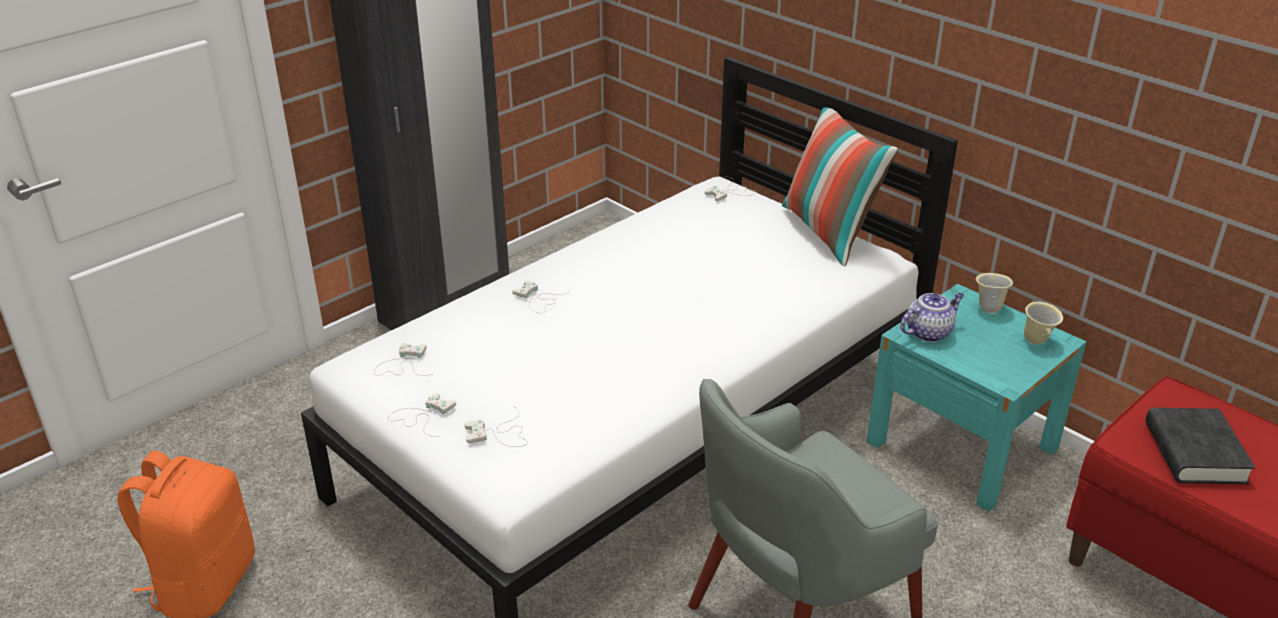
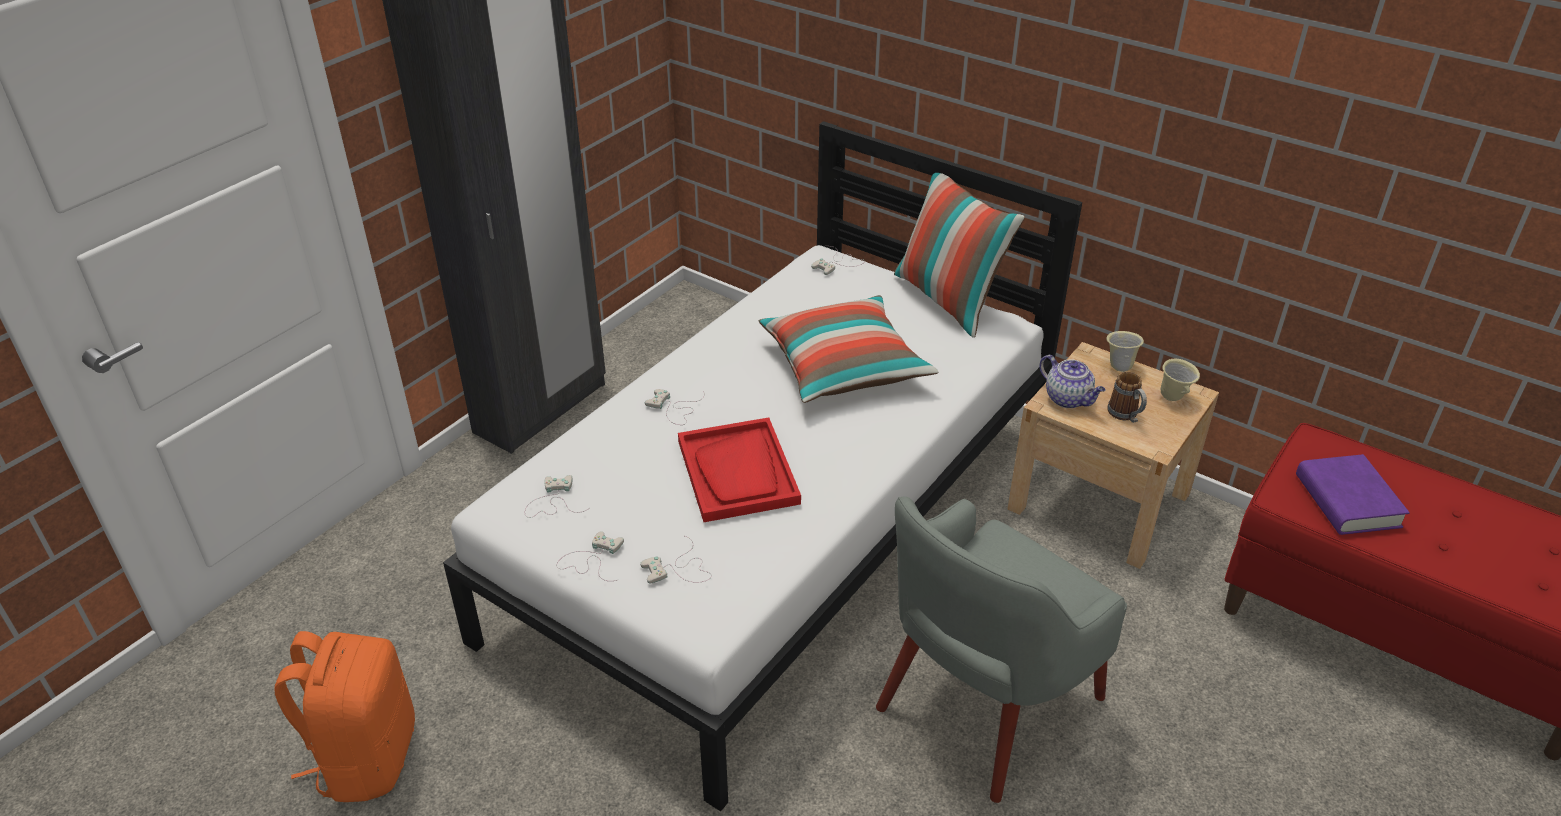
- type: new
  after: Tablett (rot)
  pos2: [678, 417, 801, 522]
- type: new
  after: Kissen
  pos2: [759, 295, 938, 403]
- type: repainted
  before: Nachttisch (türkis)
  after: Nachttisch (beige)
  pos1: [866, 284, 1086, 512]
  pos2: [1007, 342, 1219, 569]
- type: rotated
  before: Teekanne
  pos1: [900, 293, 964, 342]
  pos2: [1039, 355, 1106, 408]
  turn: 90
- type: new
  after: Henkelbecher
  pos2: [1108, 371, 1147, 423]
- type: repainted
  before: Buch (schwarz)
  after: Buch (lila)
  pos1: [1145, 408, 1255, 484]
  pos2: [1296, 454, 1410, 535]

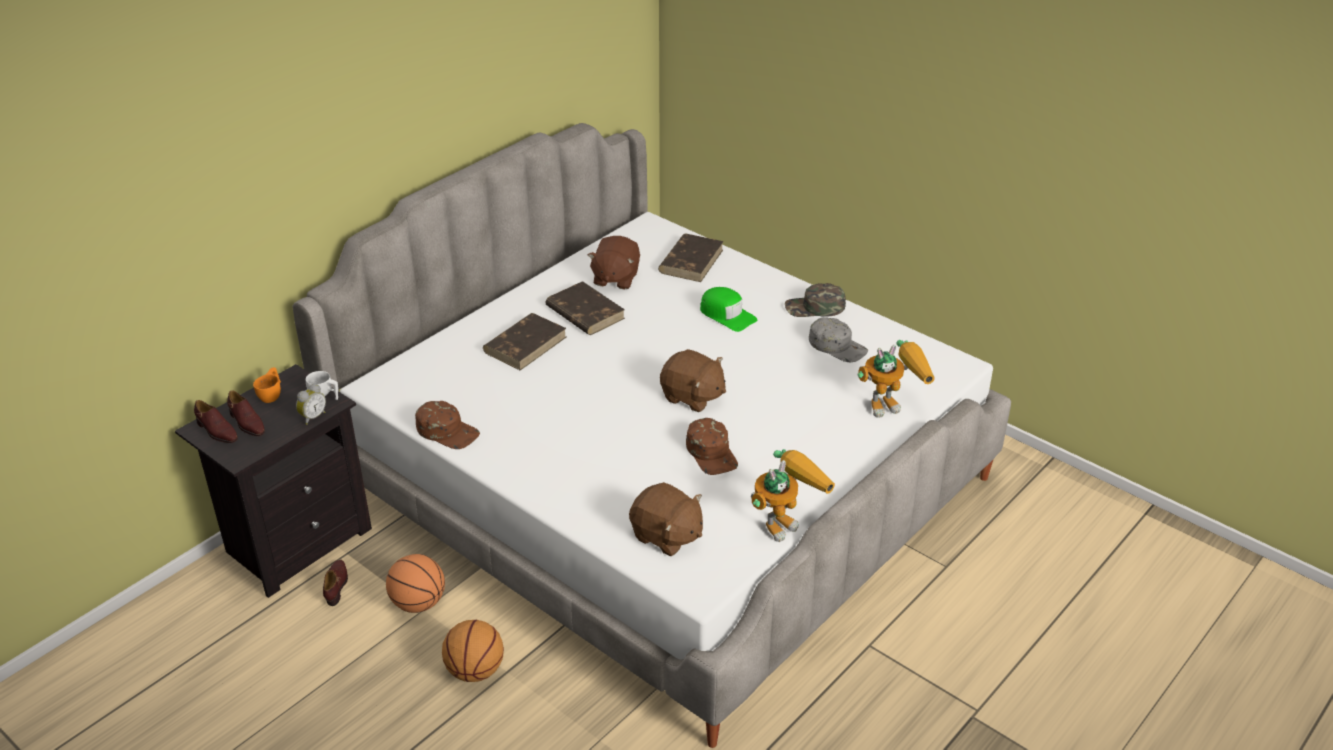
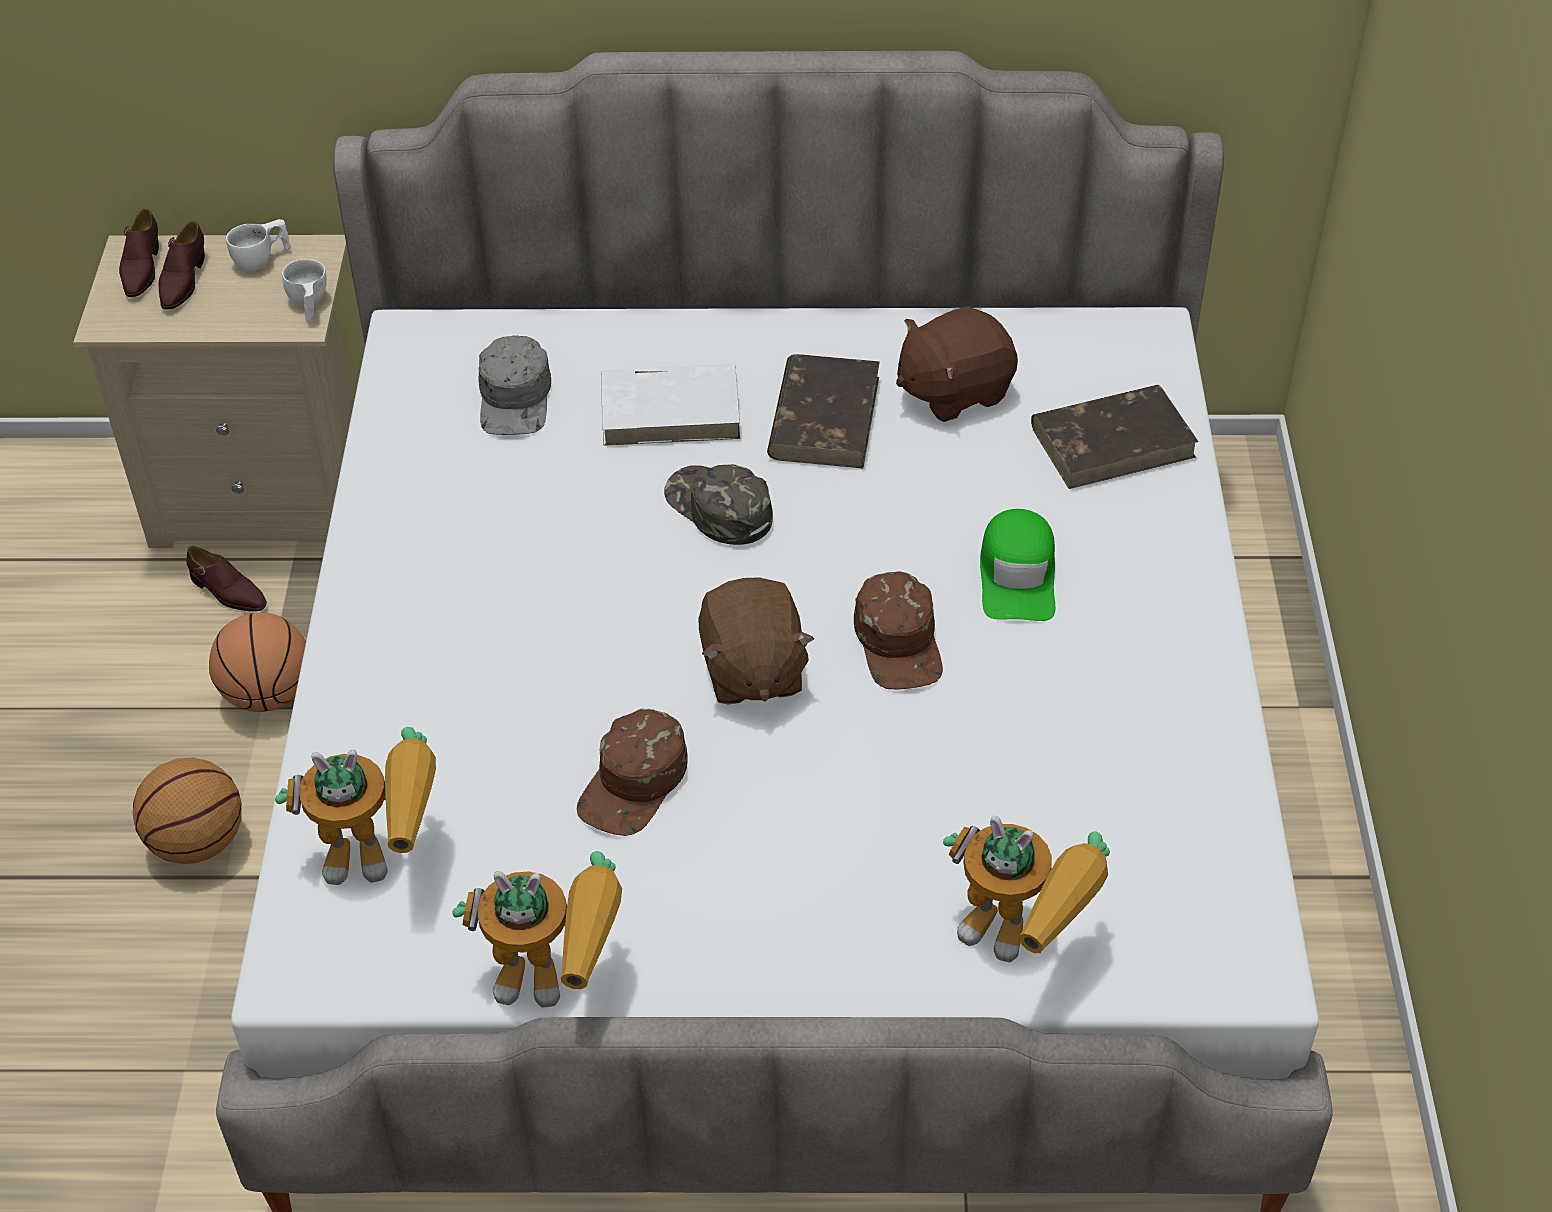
- type: repainted
  before: Nachttisch (schwarz)
  after: Nachttisch (beige)
  pos1: [175, 364, 372, 598]
  pos2: [73, 235, 354, 548]
- type: rotated
  before: Schuh (braun)
  pos1: [323, 560, 348, 606]
  pos2: [186, 546, 267, 612]
  turn: 75
- type: repainted
  before: Tasse (orange)
  after: Tasse (weiß)
  pos1: [253, 367, 281, 403]
  pos2: [226, 219, 291, 271]
- type: swapped
  before: Plüschtier (braun)
  after: Spielzeugroboter
  pos1: [629, 482, 703, 556]
  pos2: [275, 727, 436, 885]
- type: shifted
  before: Kappe (grau)
  pos1: [809, 317, 868, 362]
  pos2: [478, 335, 551, 435]
- type: repainted
  before: Buch (braun)
  after: Buch (weiß)
  pos1: [483, 313, 566, 370]
  pos2: [601, 364, 740, 446]
- type: shifted
  before: Kappe (grün)
  pos1: [785, 283, 846, 317]
  pos2: [664, 464, 773, 545]
- type: shifted
  before: Kappe (braun)
  pos1: [415, 401, 480, 449]
  pos2: [854, 571, 943, 690]
- type: gone
  before: Wecker
  pos1: [296, 383, 326, 425]

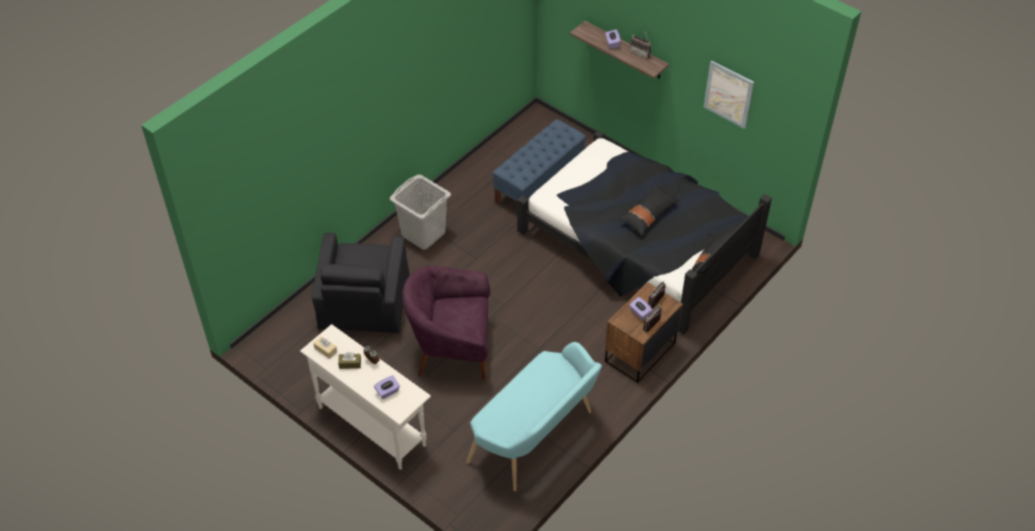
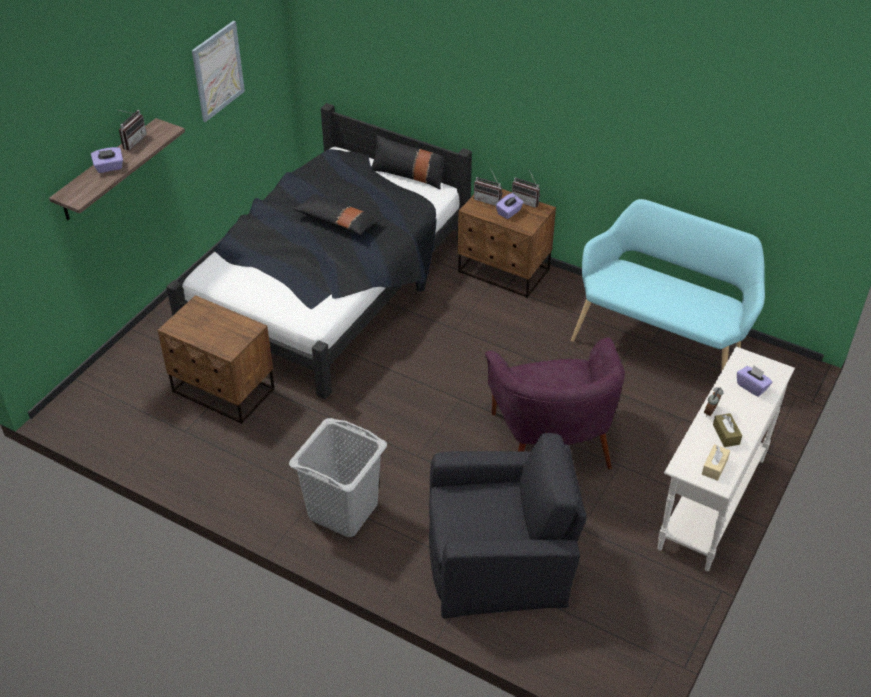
- type: swapped
  before: Bank (blau)
  after: Nachttisch (braun)
  pos1: [492, 119, 586, 204]
  pos2: [157, 295, 275, 424]

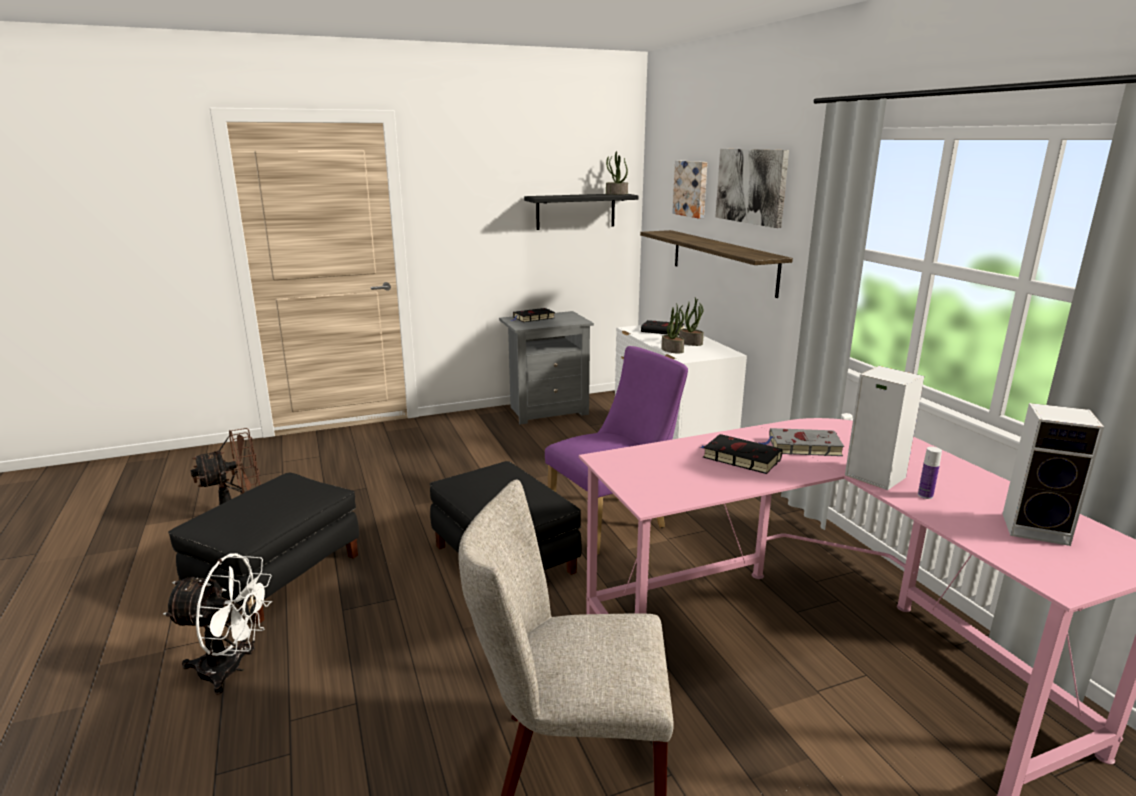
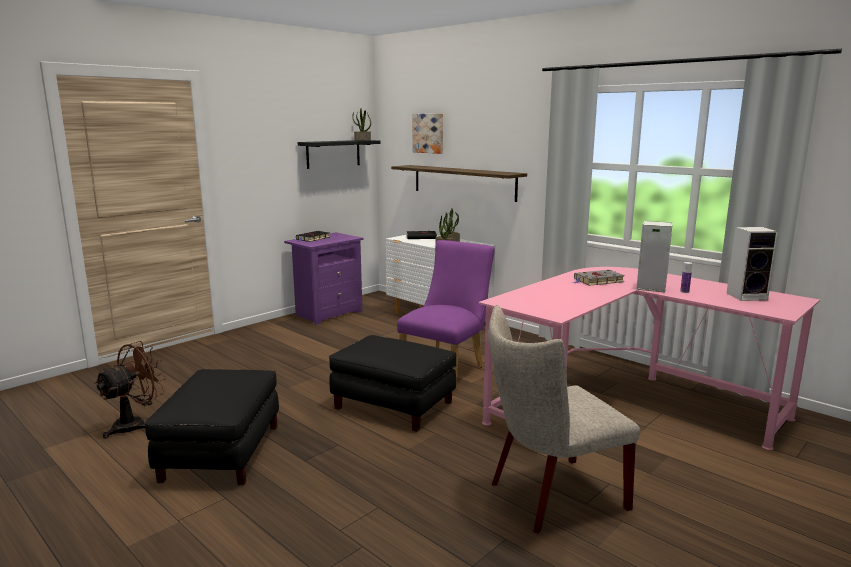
- type: repainted
  before: Nachttisch (grau)
  after: Nachttisch (lila)
  pos1: [499, 311, 594, 425]
  pos2: [284, 232, 364, 325]
- type: gone
  before: Ventilator (weiß)
  pos1: [163, 553, 272, 695]
- type: gone
  before: Buch (schwarz)
  pos1: [699, 434, 783, 474]
- type: gone
  before: Bild
  pos1: [716, 149, 789, 228]

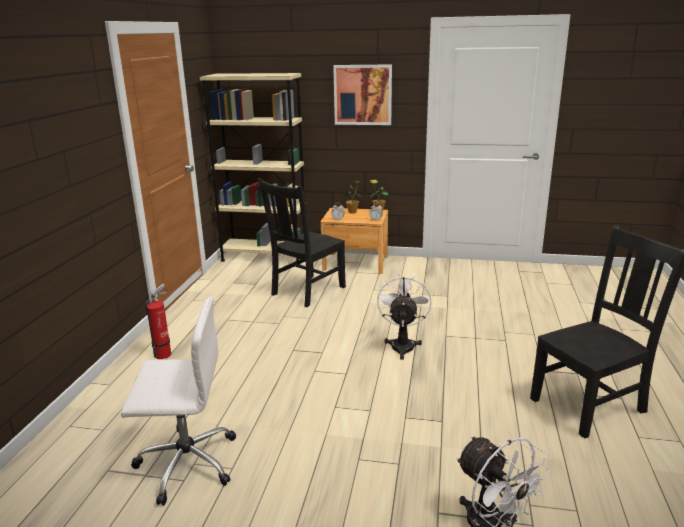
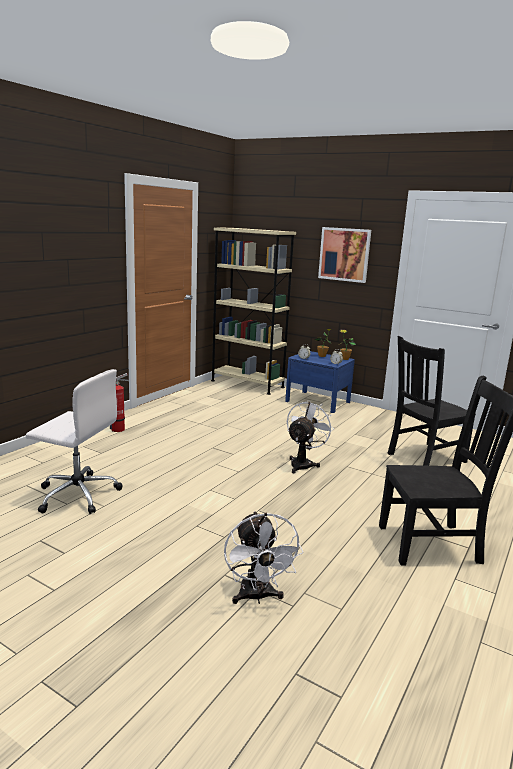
- type: repainted
  before: Nachttisch (braun)
  after: Nachttisch (blau)
  pos1: [321, 208, 388, 274]
  pos2: [285, 351, 355, 413]
- type: shifted
  before: Stuhl (schwarz)
  pos1: [258, 178, 346, 307]
  pos2: [387, 336, 476, 466]

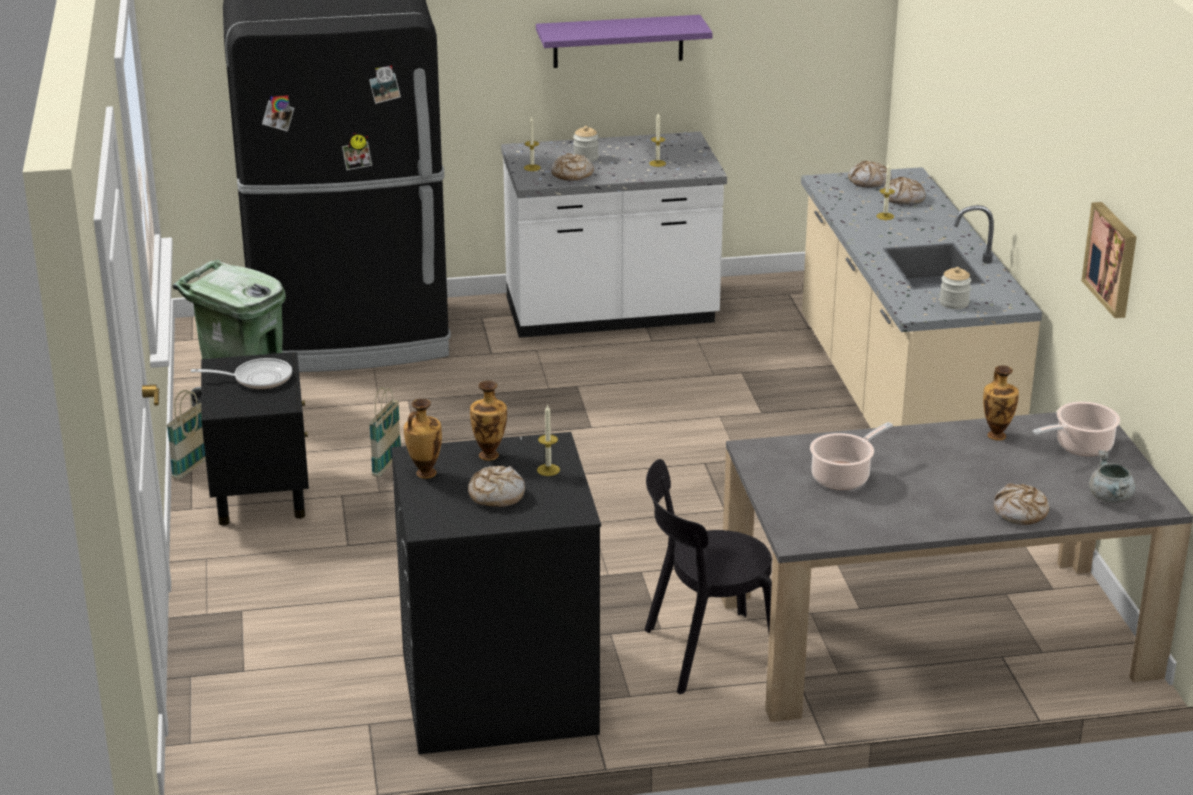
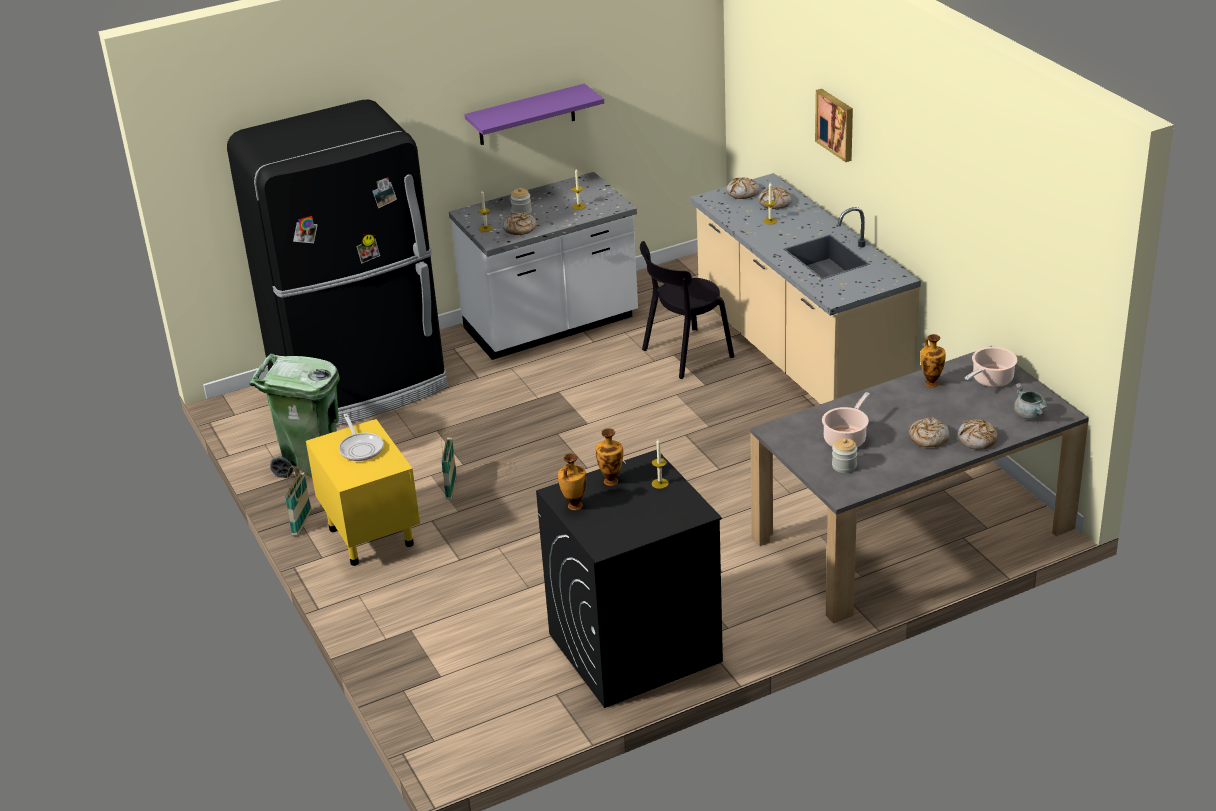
- type: repainted
  before: Nachttisch (schwarz)
  after: Nachttisch (gelb)
  pos1: [201, 352, 309, 526]
  pos2: [306, 419, 420, 566]
- type: rotated
  before: Pfanne
  pos1: [191, 358, 292, 389]
  pos2: [339, 414, 384, 461]
  turn: 90
- type: shifted
  before: Stuhl (schwarz)
  pos1: [645, 459, 772, 694]
  pos2: [640, 241, 734, 379]
- type: shifted
  before: Bild
  pos1: [1082, 202, 1137, 318]
  pos2: [815, 89, 853, 162]
- type: shifted
  before: Vorratsglas
  pos1: [940, 267, 971, 309]
  pos2: [832, 438, 857, 473]
- type: shifted
  before: Brot
  pos1: [468, 466, 525, 507]
  pos2: [909, 417, 949, 447]

